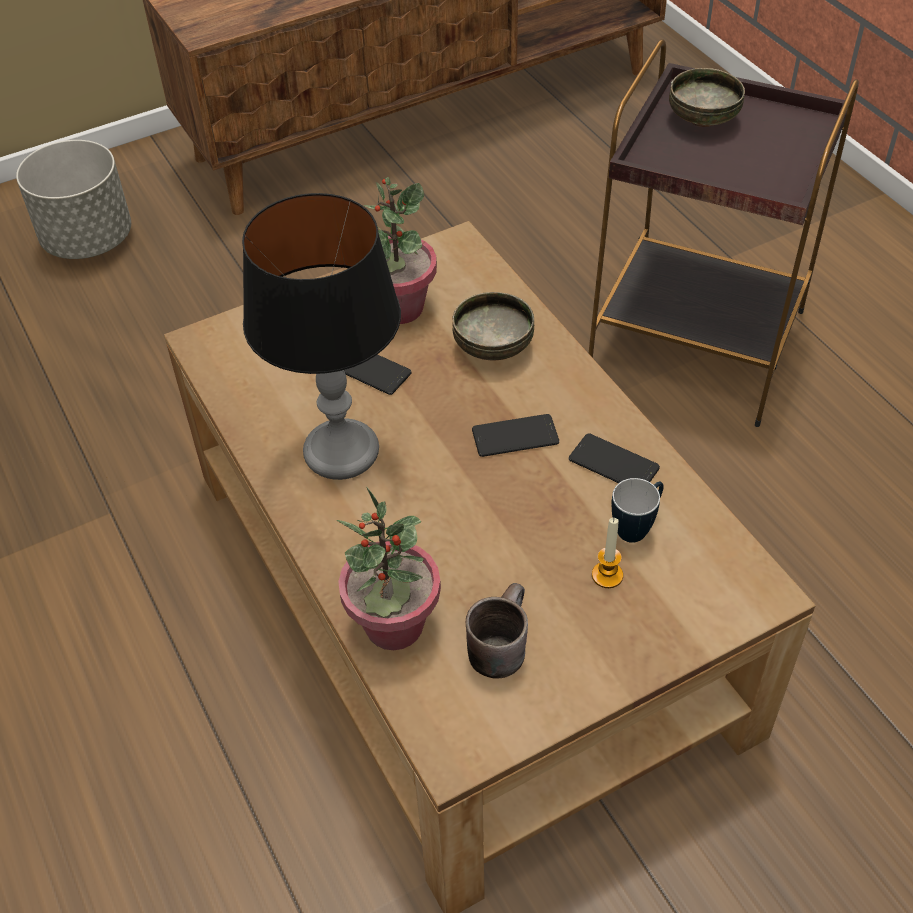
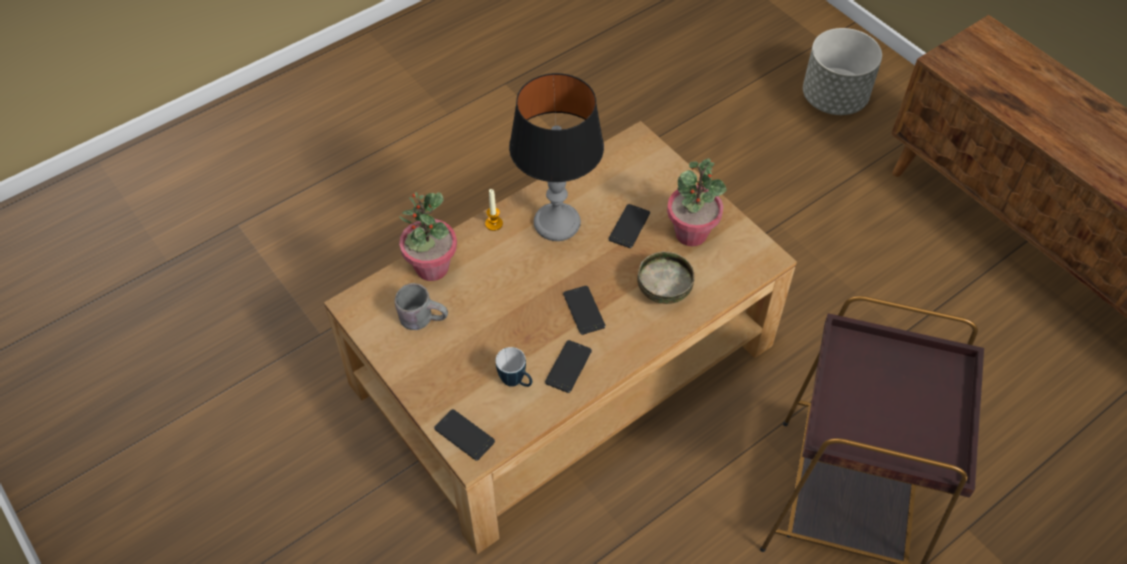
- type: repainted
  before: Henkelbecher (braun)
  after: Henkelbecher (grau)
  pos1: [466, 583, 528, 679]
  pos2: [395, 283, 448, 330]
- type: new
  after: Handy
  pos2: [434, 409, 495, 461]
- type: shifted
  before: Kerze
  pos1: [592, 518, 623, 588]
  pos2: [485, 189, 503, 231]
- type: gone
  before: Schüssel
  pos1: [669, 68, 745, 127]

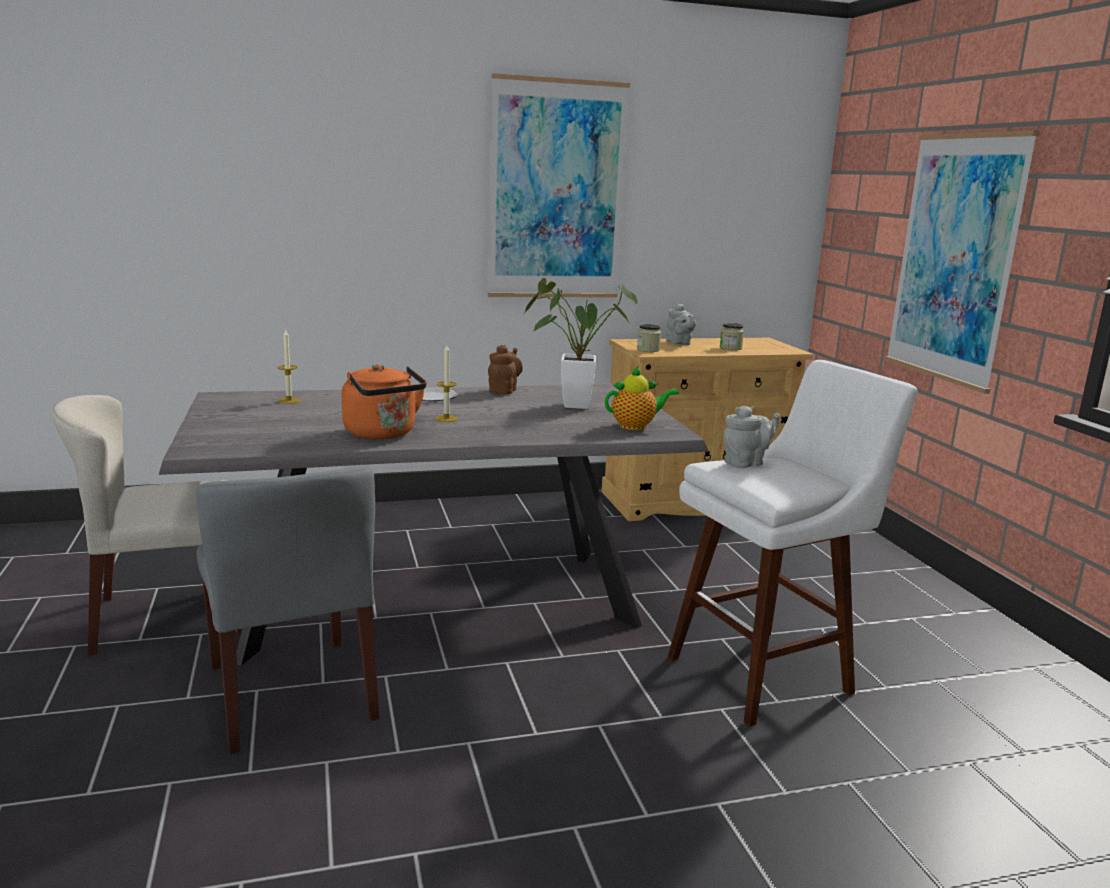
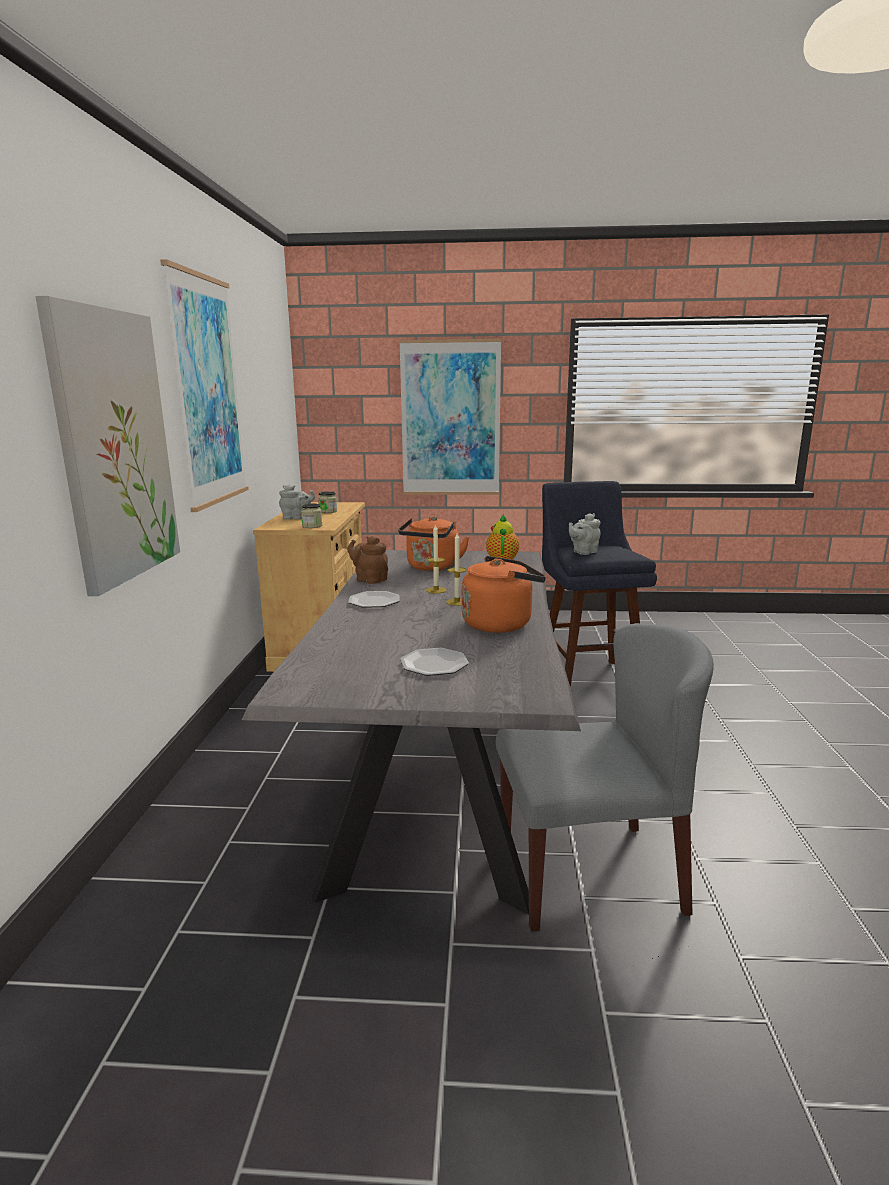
- type: new
  after: Bild
  pos2: [35, 296, 180, 596]
- type: swapped
  before: Topfpflanze
  after: Wasserkessel (orange)
  pos1: [525, 278, 638, 409]
  pos2: [398, 516, 469, 571]
- type: new
  after: Teller
  pos2: [401, 648, 469, 676]
- type: shifted
  before: Kerze
  pos1: [277, 329, 301, 404]
  pos2: [426, 524, 447, 594]
- type: repainted
  before: Hocker (weiß)
  after: Hocker (blau)
  pos1: [668, 360, 917, 727]
  pos2: [542, 481, 657, 687]
- type: rotated
  before: Teekanne (grau)
  pos1: [723, 405, 780, 468]
  pos2: [569, 513, 601, 555]
  turn: -120
- type: gone
  before: Stuhl (beige)
  pos1: [51, 395, 242, 655]

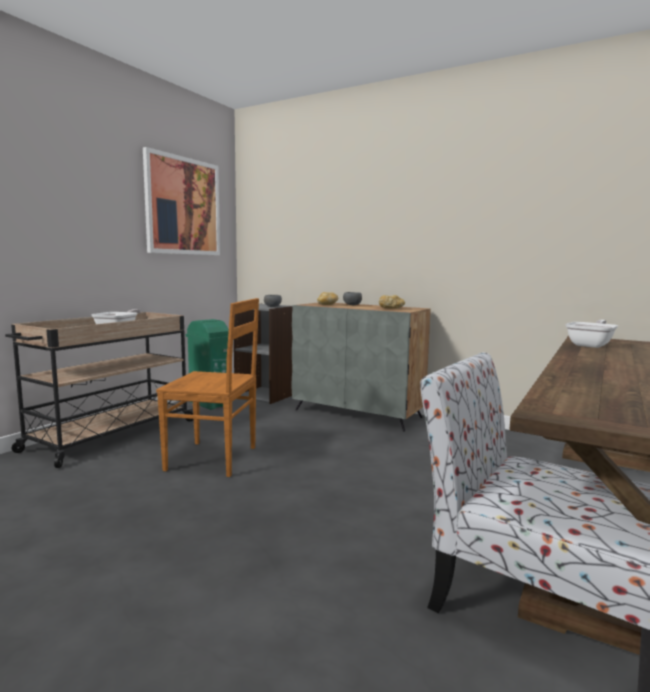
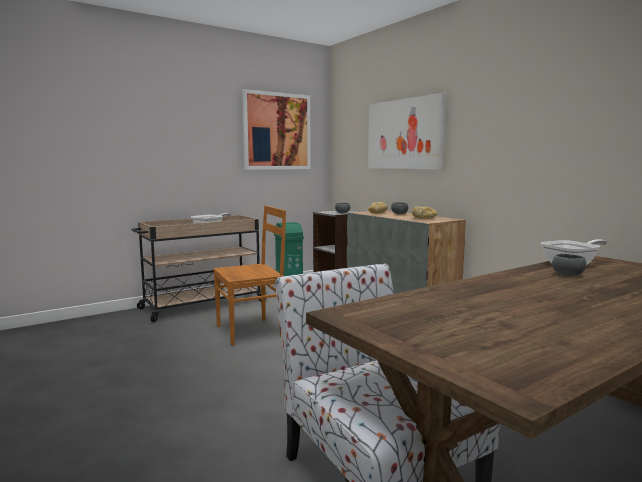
- type: rotated
  before: Stuhl (braun)
  pos1: [156, 298, 259, 477]
  pos2: [213, 206, 286, 346]
  turn: -60
- type: new
  after: Bild
  pos2: [368, 93, 446, 169]
- type: new
  after: Schüssel (grau)
  pos2: [552, 254, 586, 276]

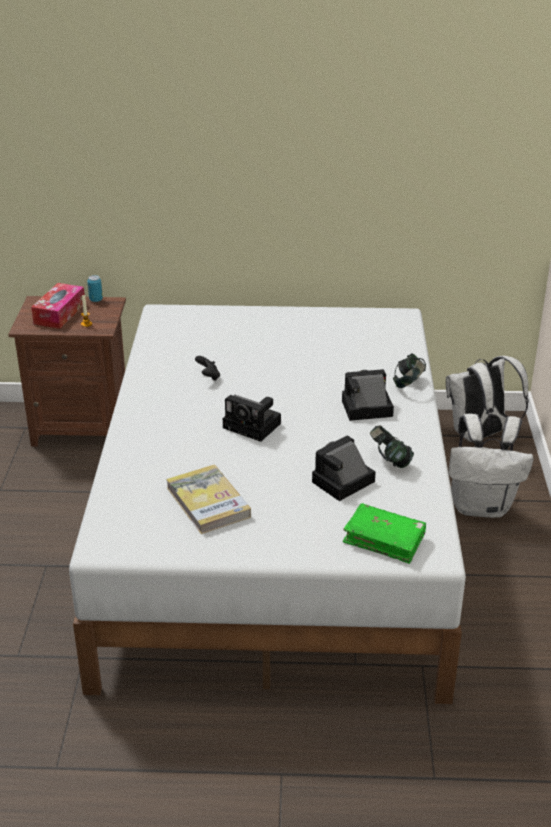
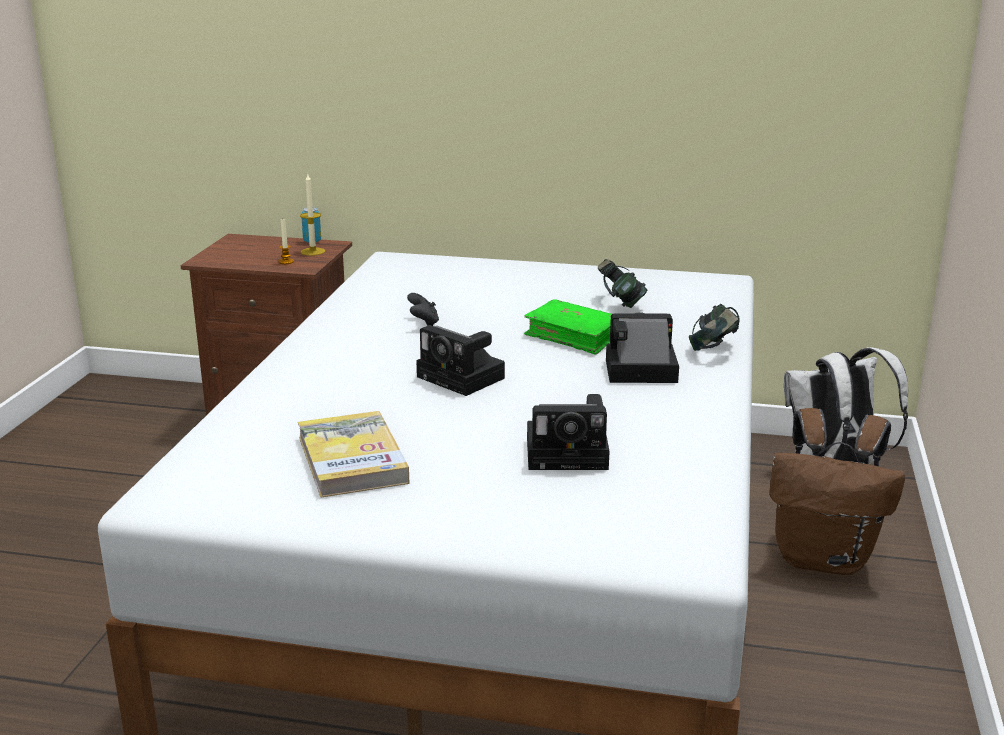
- type: new
  after: Kerze
  pos2: [300, 174, 325, 256]
- type: shifted
  before: Buch (grün)
  pos1: [343, 503, 426, 564]
  pos2: [524, 299, 612, 355]
- type: rotated
  before: Kamera
  pos1: [312, 436, 376, 501]
  pos2: [527, 394, 610, 470]
  turn: -150
- type: shifted
  before: Kopfhörer
  pos1: [370, 425, 414, 468]
  pos2: [597, 259, 648, 308]
- type: repainted
  before: Rucksack (weiß)
  after: Rucksack (braun)
  pos1: [448, 414, 534, 518]
  pos2: [769, 408, 905, 575]
- type: gone
  before: Taschentuchbox
  pos1: [31, 283, 85, 329]

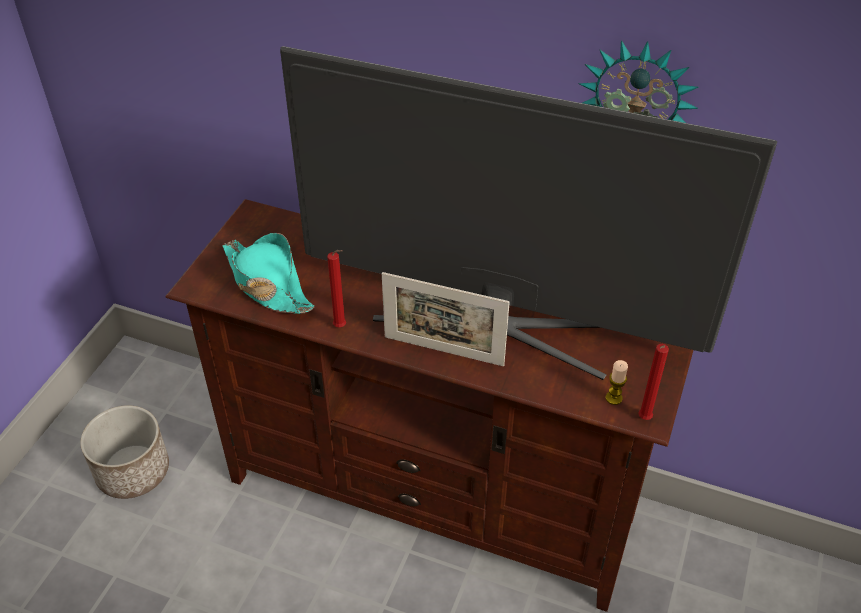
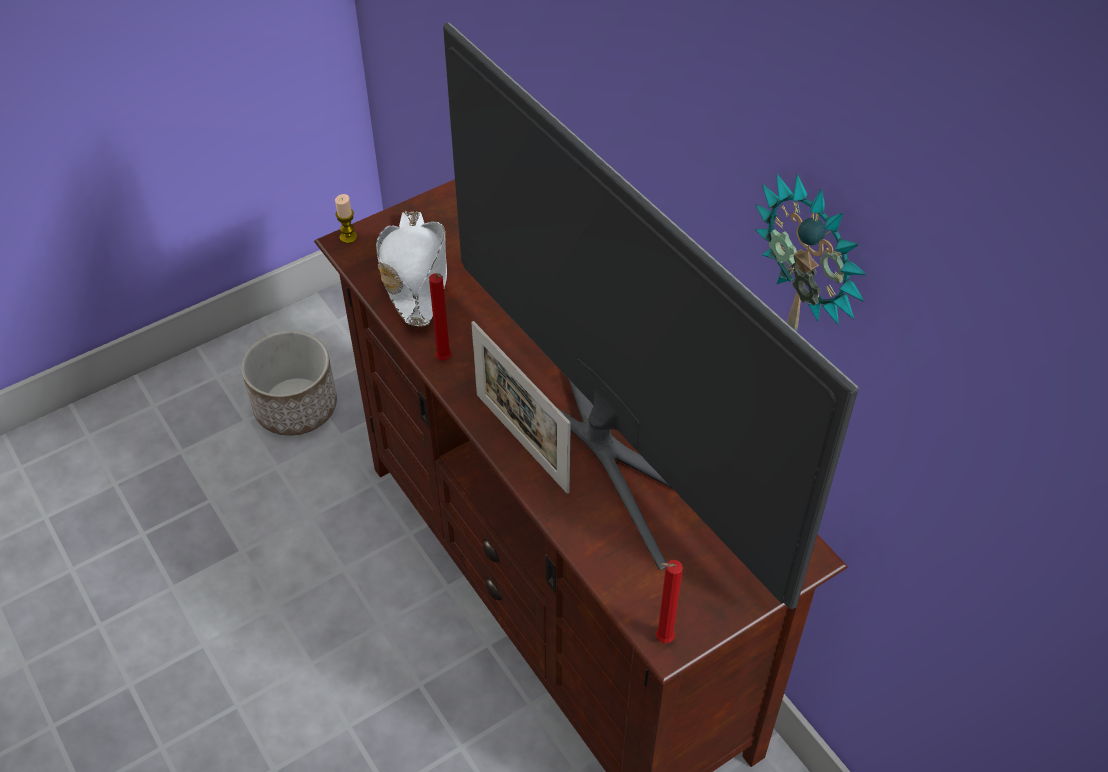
- type: shifted
  before: Kerze
  pos1: [605, 360, 628, 405]
  pos2: [335, 194, 357, 244]
- type: repainted
  before: Hut (türkis)
  after: Hut (weiß)
  pos1: [222, 233, 314, 314]
  pos2: [376, 211, 447, 327]

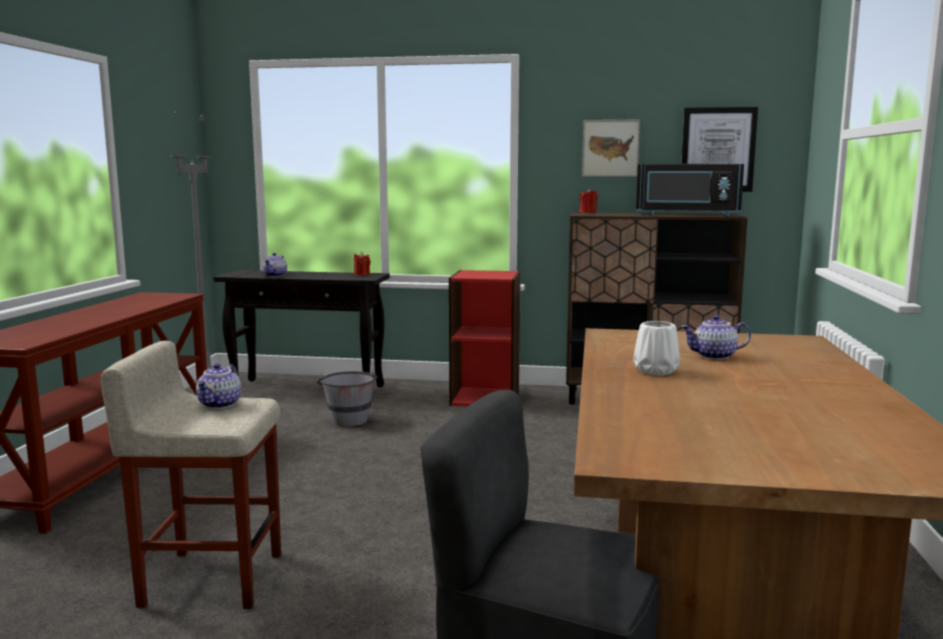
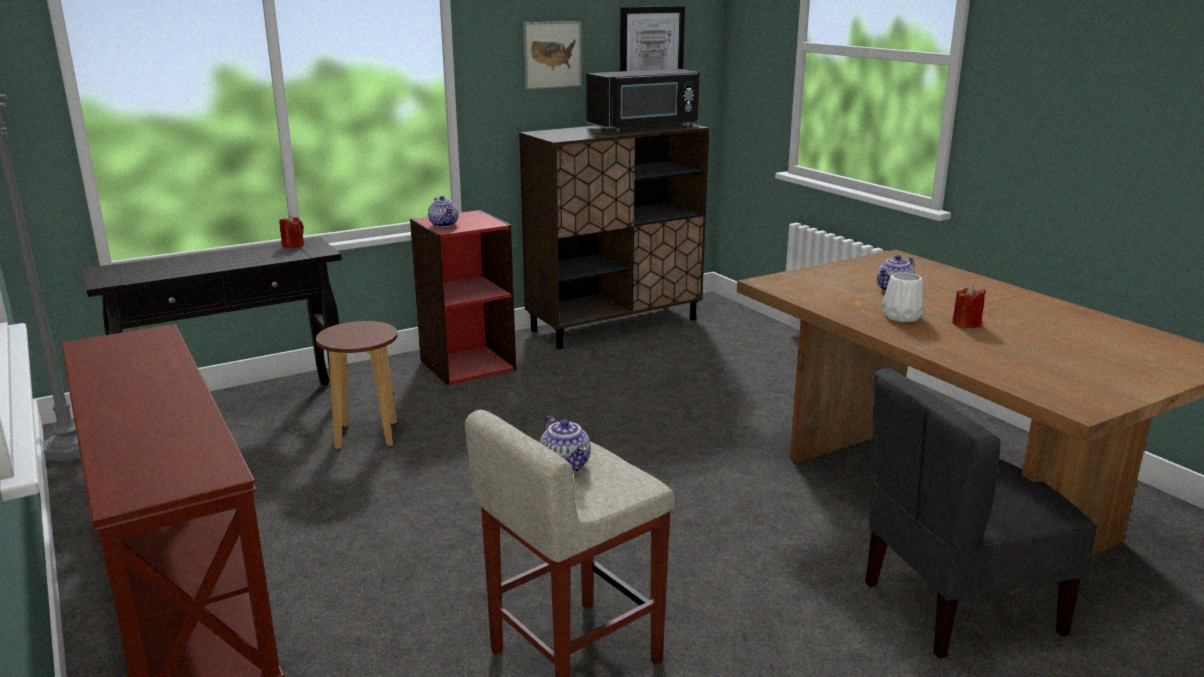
- type: swapped
  before: Eimer (grau)
  after: Hocker (braun)
  pos1: [316, 370, 378, 427]
  pos2: [316, 321, 398, 449]
- type: shifted
  before: Teekanne
  pos1: [263, 253, 287, 277]
  pos2: [428, 196, 458, 227]
- type: shifted
  before: Kerze (rot)
  pos1: [579, 189, 598, 213]
  pos2: [952, 285, 986, 328]

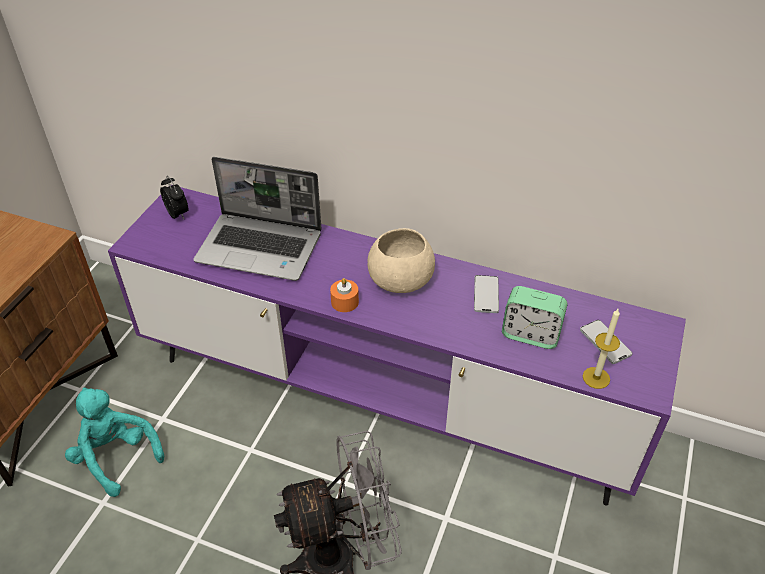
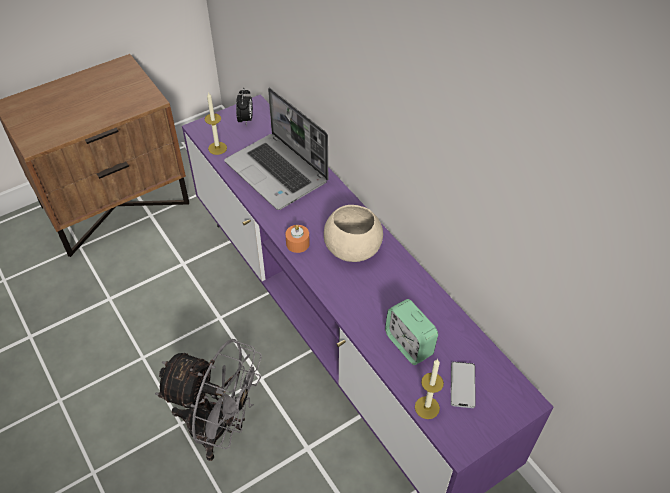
- type: new
  after: Kerze
  pos2: [205, 92, 227, 155]
- type: gone
  before: Plüschtier (türkis)
  pos1: [65, 387, 164, 497]
- type: gone
  before: Handy
  pos1: [474, 275, 499, 313]

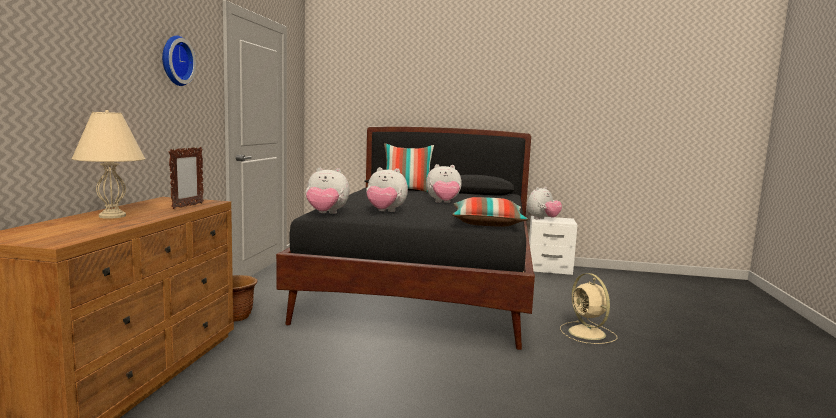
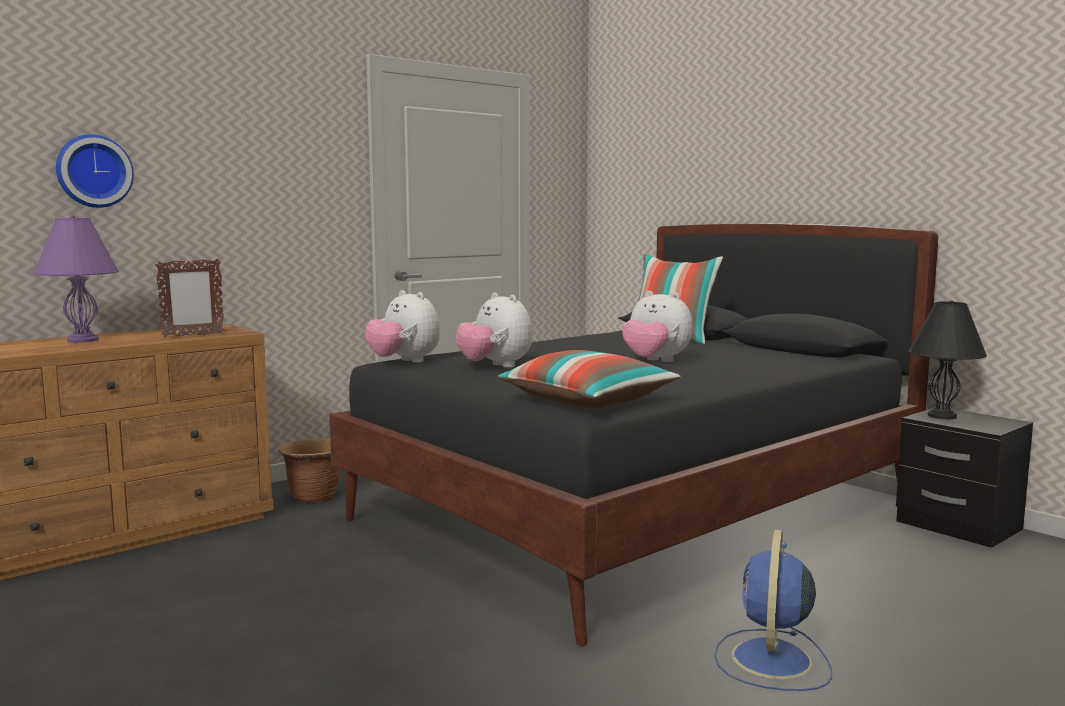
- type: repainted
  before: Tischlampe (beige)
  after: Tischlampe (lila)
  pos1: [71, 110, 146, 219]
  pos2: [34, 215, 119, 343]
- type: shifted
  before: Wanduhr
  pos1: [162, 35, 196, 86]
  pos2: [56, 134, 134, 208]
- type: repainted
  before: Ventilator (beige)
  after: Ventilator (blau)
  pos1: [560, 273, 617, 344]
  pos2: [714, 530, 832, 691]
- type: repainted
  before: Nachttisch (weiß)
  after: Nachttisch (schwarz)
  pos1: [529, 216, 577, 275]
  pos2: [896, 407, 1033, 548]
- type: swapped
  before: Plüschtier
  after: Tischlampe (schwarz)
  pos1: [527, 187, 562, 219]
  pos2: [908, 300, 987, 419]

